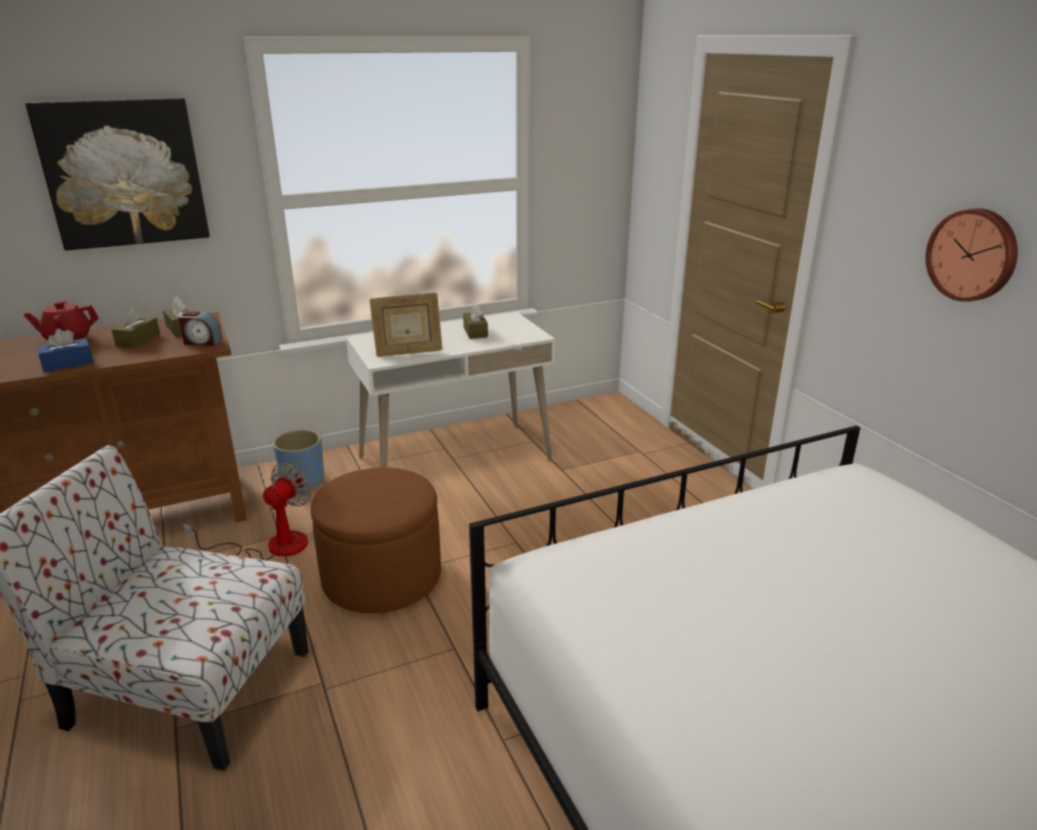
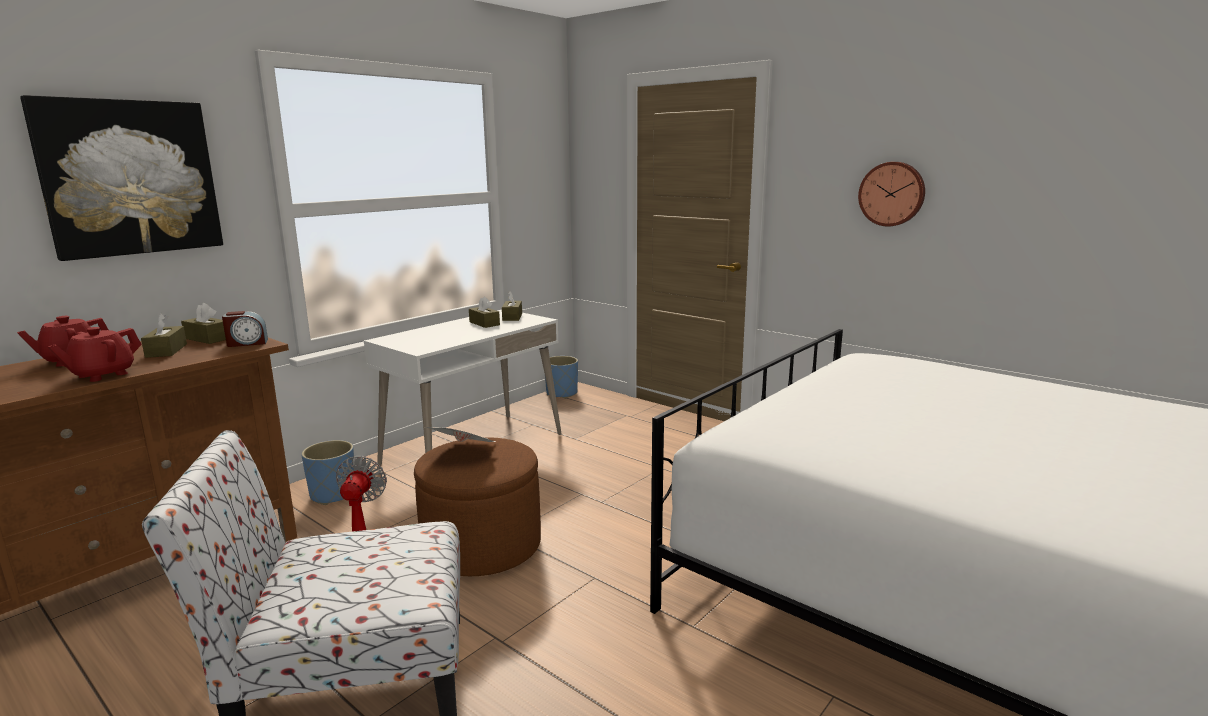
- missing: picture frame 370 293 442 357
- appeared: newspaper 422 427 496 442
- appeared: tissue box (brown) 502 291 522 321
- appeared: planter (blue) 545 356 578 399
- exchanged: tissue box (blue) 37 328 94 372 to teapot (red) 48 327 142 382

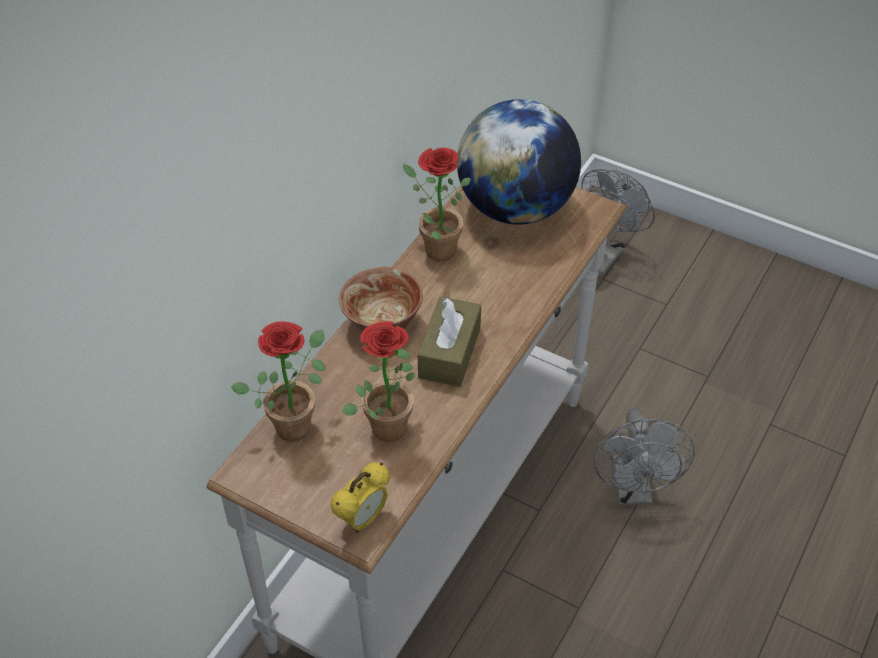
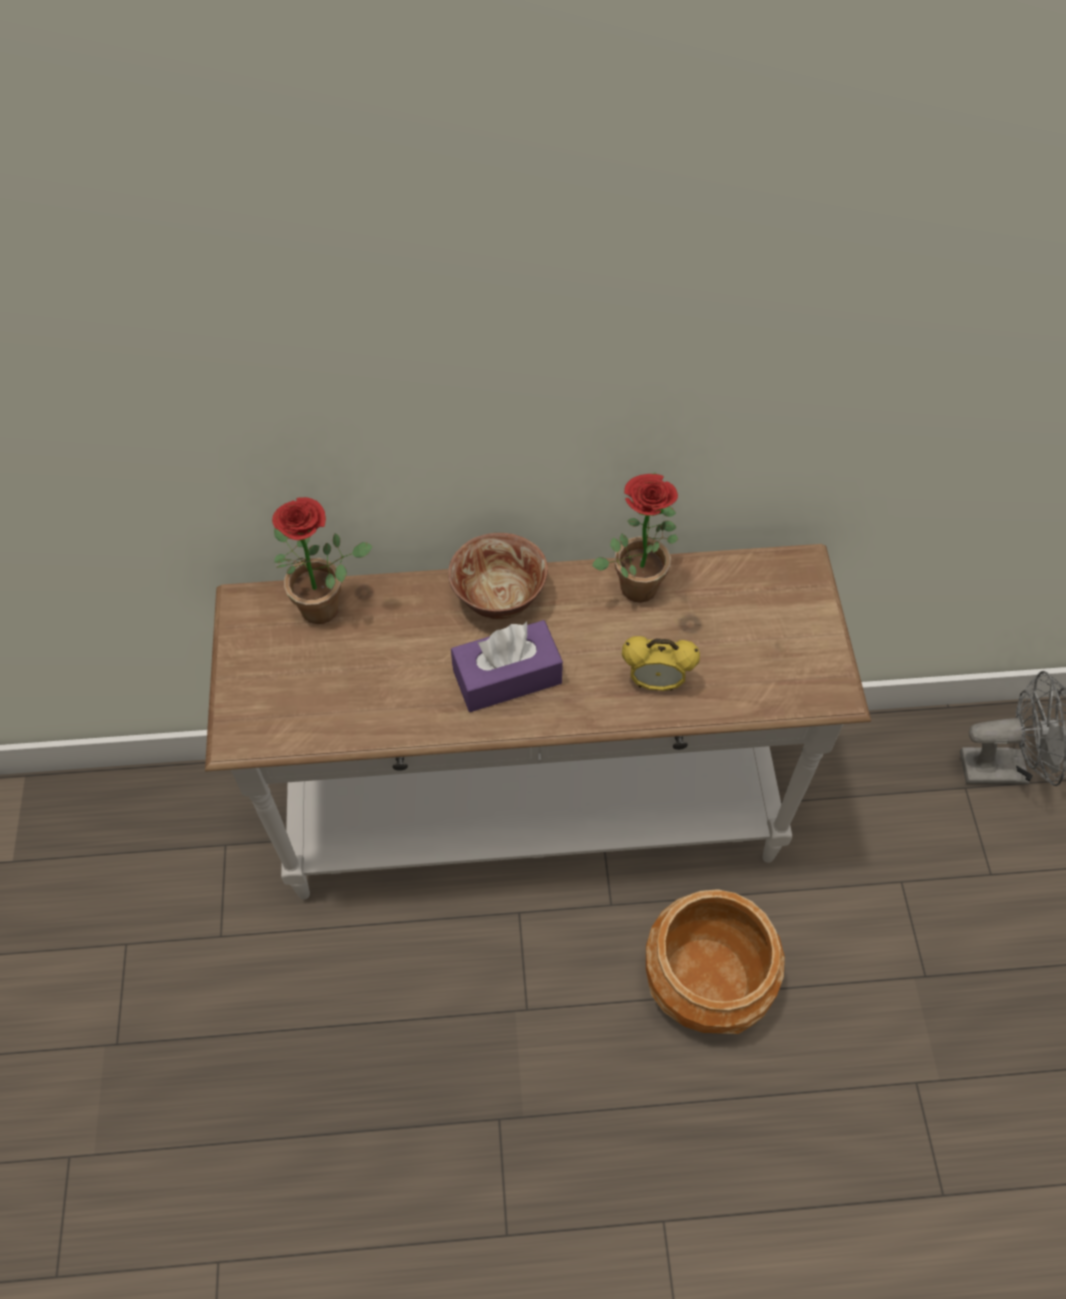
- missing: potted plant 342 321 416 442
- missing: globe 457 99 581 225
- relocated: alarm clock 330 462 390 533 to 622 636 700 691
- exchanged: fan (grey) 594 408 695 505 to planter (brown) 646 889 785 1034
- colour: tissue box (brown) 418 296 481 387 to tissue box (purple) 451 620 563 712

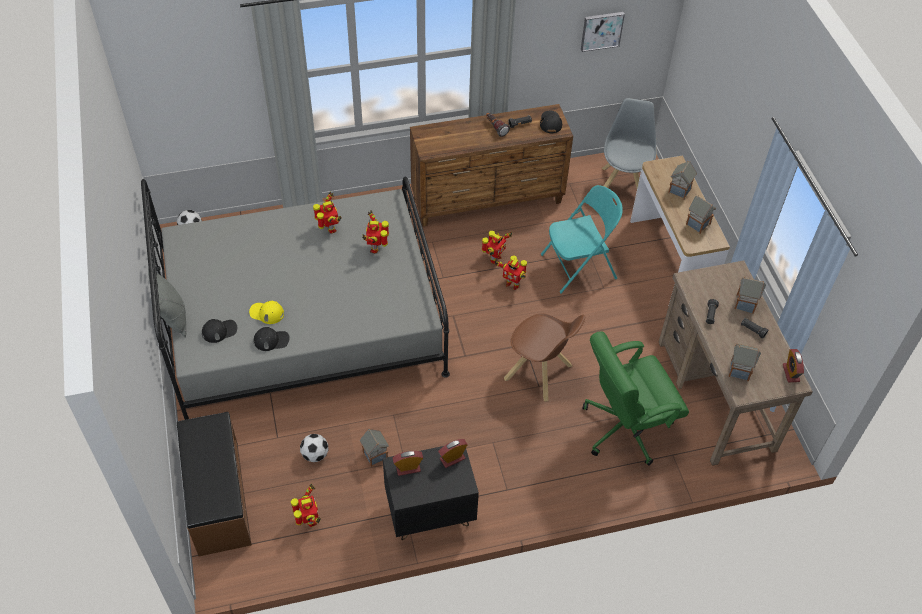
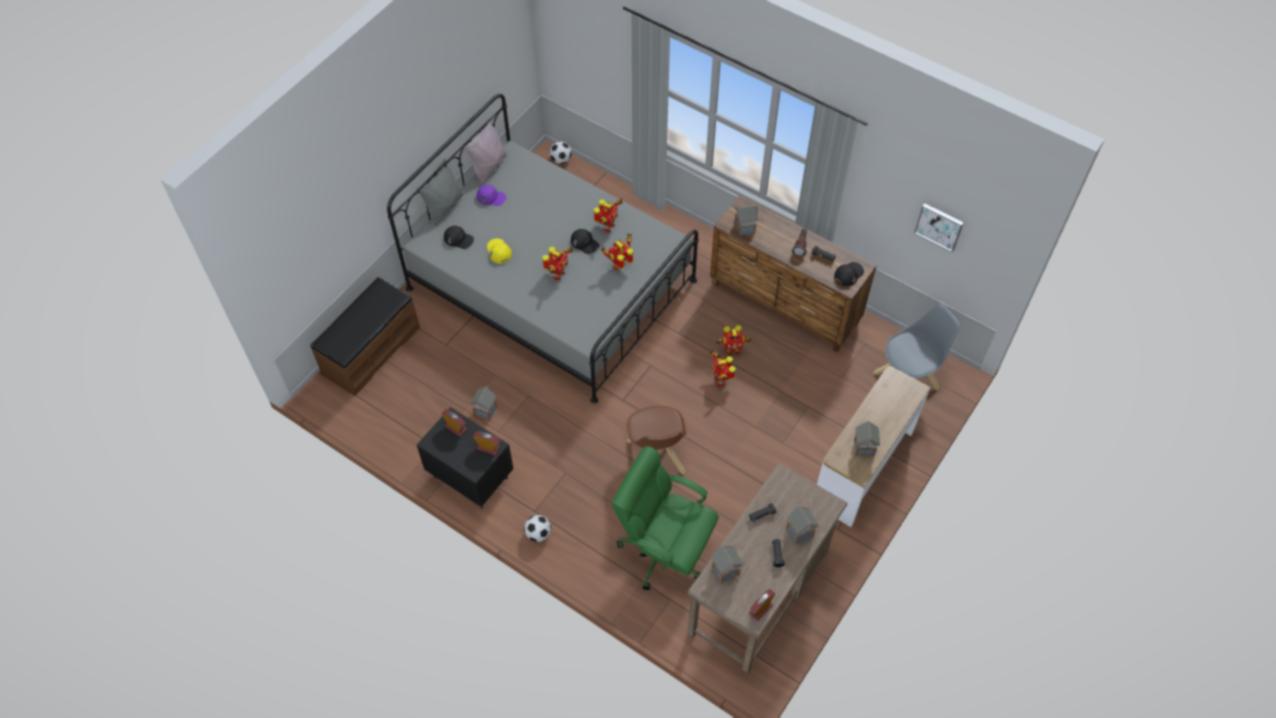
- missing: chair (turquoise) 541 185 623 294
- appeared: pillow (purple) 464 118 507 184
- appeared: cap (purple) 476 185 507 206
- relocated: cap (black) 253 327 290 351 to 571 229 599 254
- relocated: toy robot 291 484 321 527 to 542 247 573 280
- relocated: football 300 434 328 462 to 524 515 551 542
- relocated: toy house 668 161 697 199 to 734 204 758 236

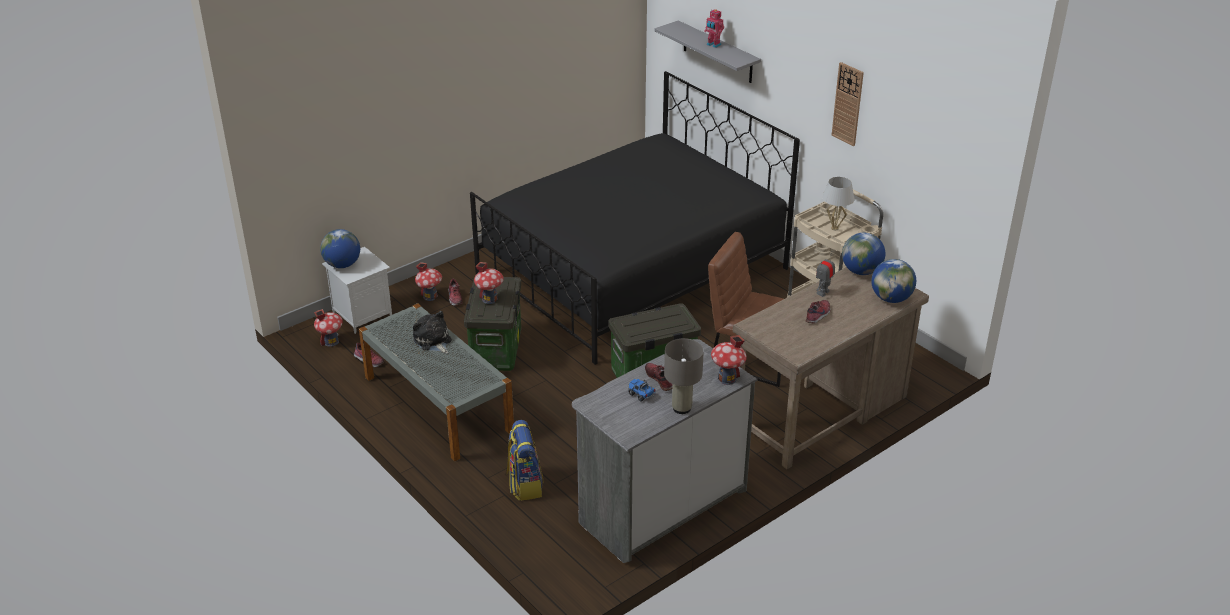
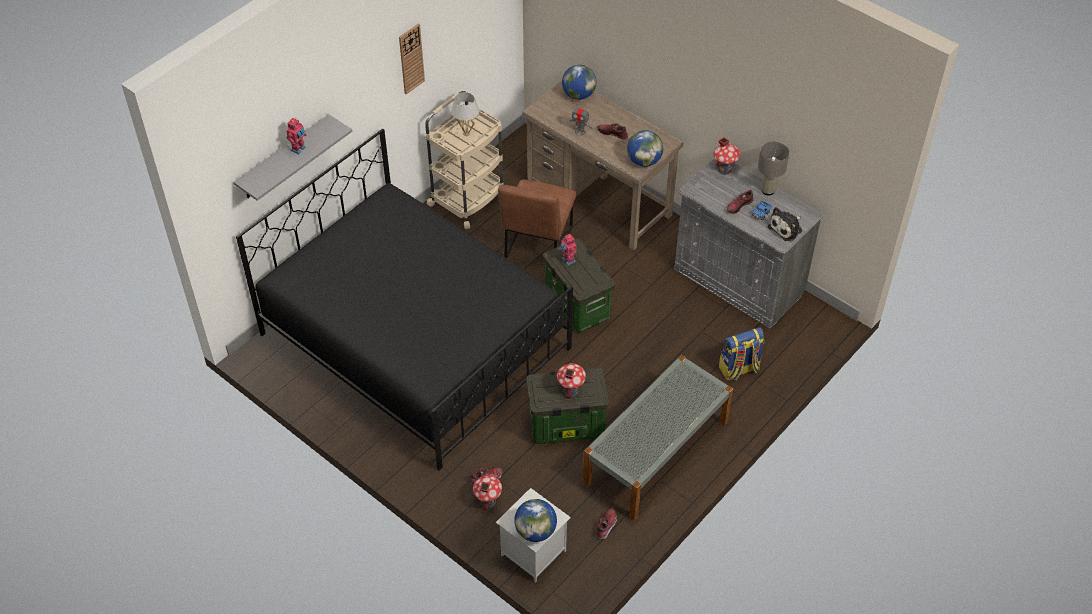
- missing: toy house 314 309 343 347
- appeared: toy robot 560 234 577 266
- relocated: plush toy 413 311 452 353 to 768 207 802 241
- relocated: globe 842 233 885 275 to 627 130 663 167

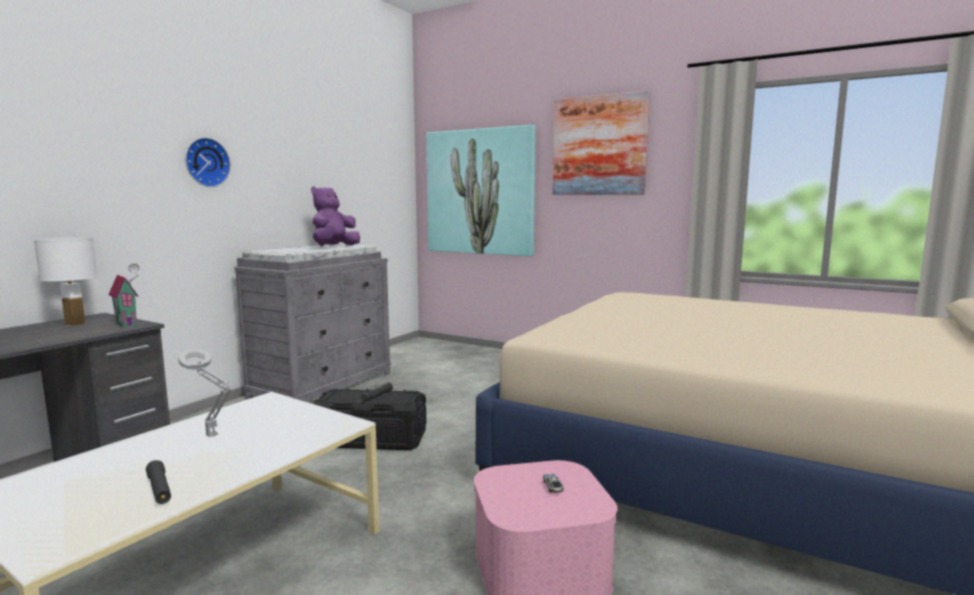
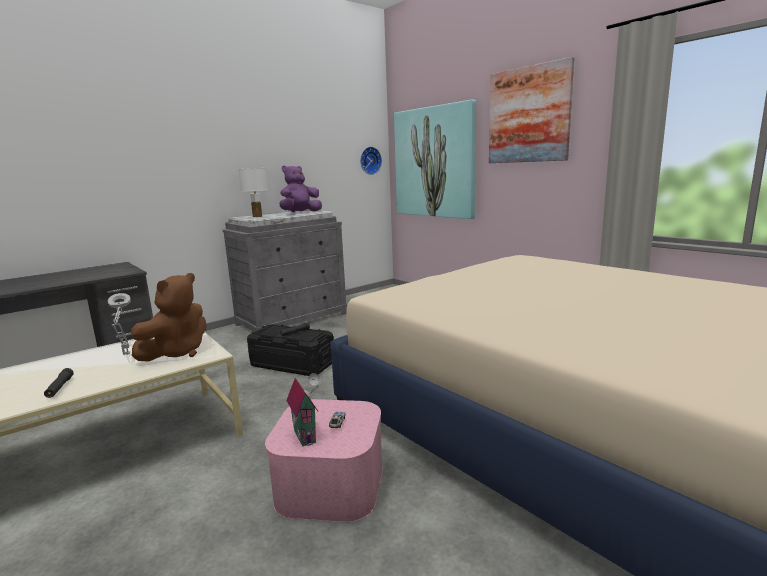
- appeared: plush toy (brown) 131 273 207 362
- relocated: table lamp (white) 34 237 98 326 to 239 168 268 217
- relocated: toy house 108 263 140 327 to 286 373 320 446
- relocated: wall clock 185 137 231 187 to 360 147 382 175

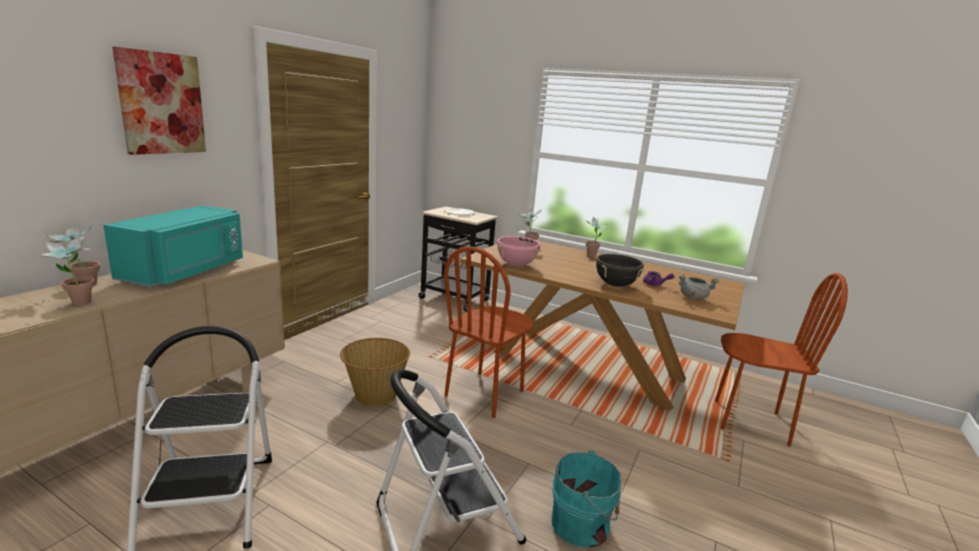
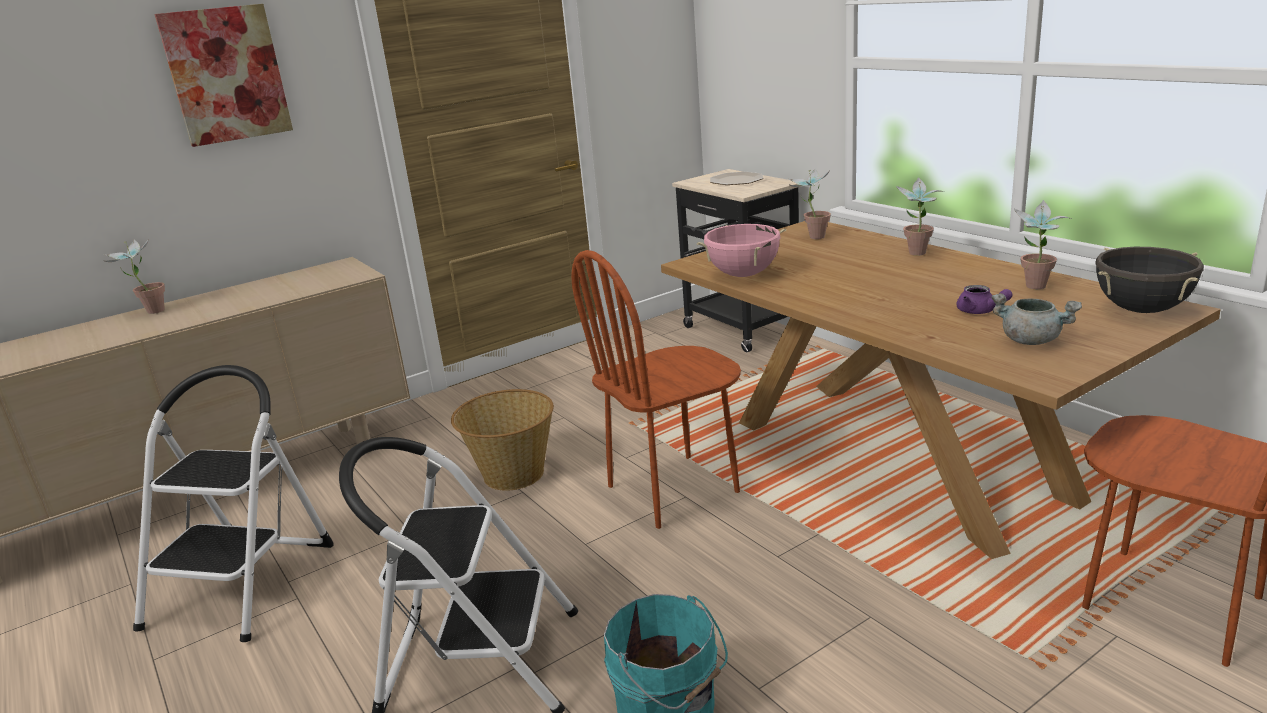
- missing: microwave (turquoise) 103 205 243 287
- relocated: potted plant 40 235 94 305 to 1014 200 1072 289
- relocated: cooking pot (black) 596 254 646 287 to 1095 247 1204 313

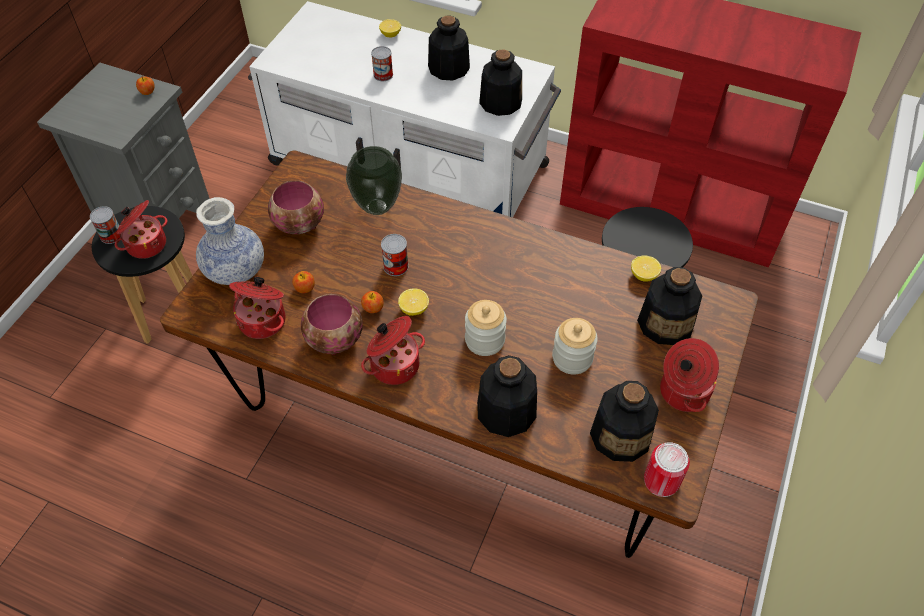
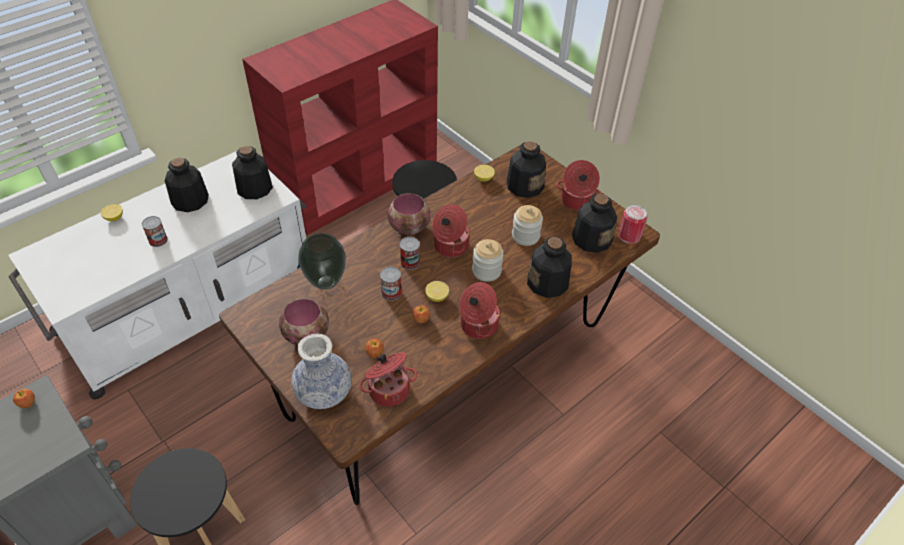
- relocated: can 90 206 120 244 to 400 237 420 270
- relocated: cooking pot 115 200 167 259 to 432 204 470 257
- relocated: bowl 301 294 363 355 to 388 193 430 235

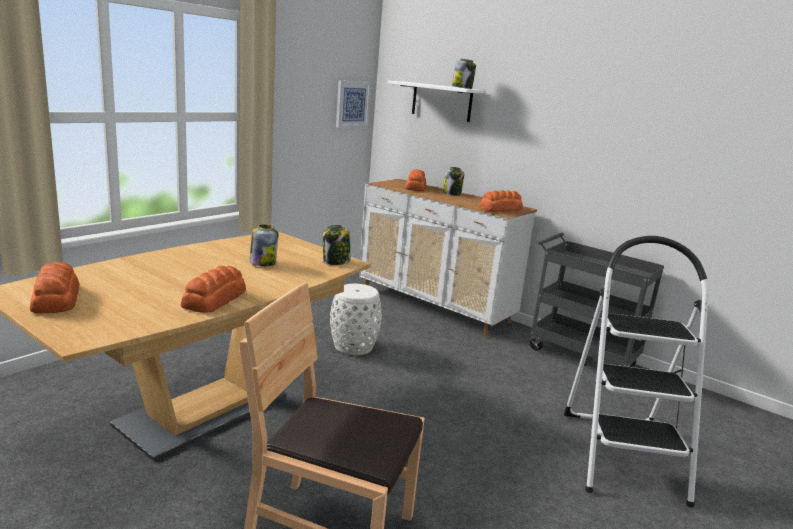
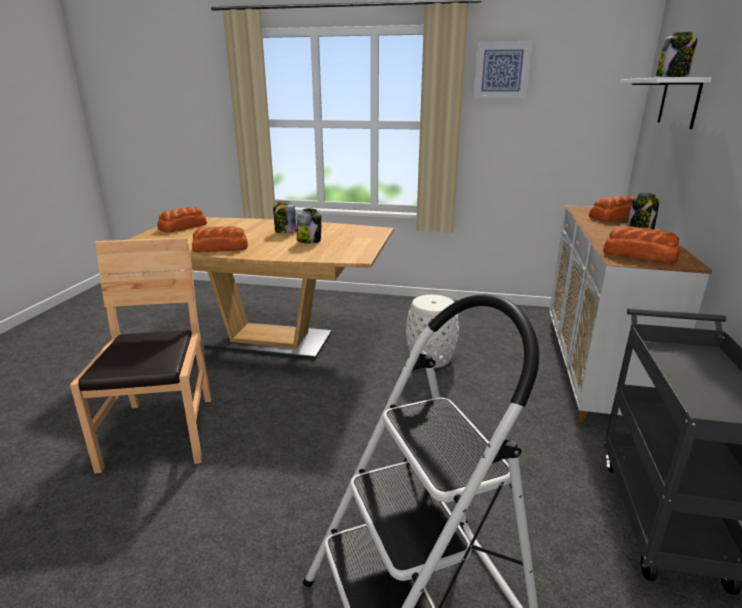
- relocated: jar 323 225 351 265 to 273 201 297 233
- relocated: picture 336 81 371 128 to 474 41 532 99

